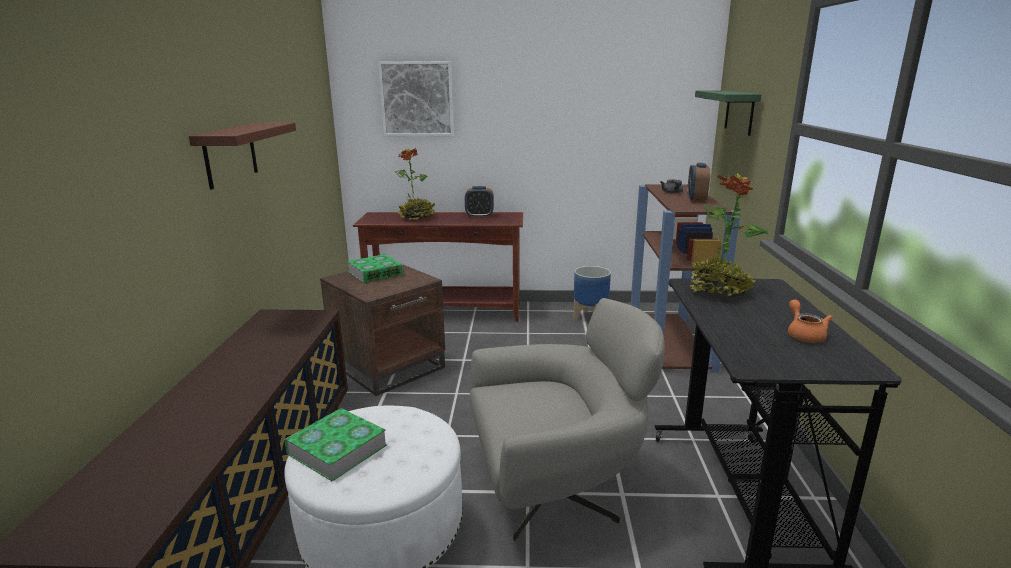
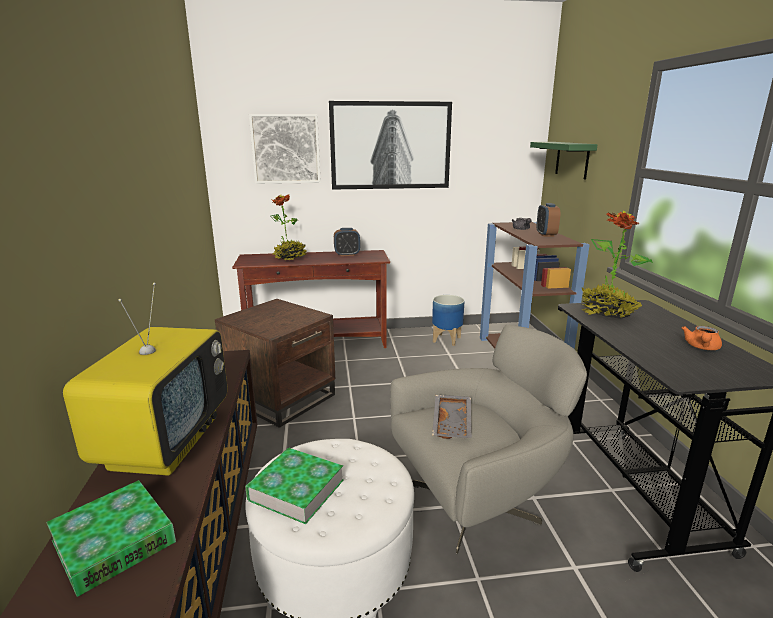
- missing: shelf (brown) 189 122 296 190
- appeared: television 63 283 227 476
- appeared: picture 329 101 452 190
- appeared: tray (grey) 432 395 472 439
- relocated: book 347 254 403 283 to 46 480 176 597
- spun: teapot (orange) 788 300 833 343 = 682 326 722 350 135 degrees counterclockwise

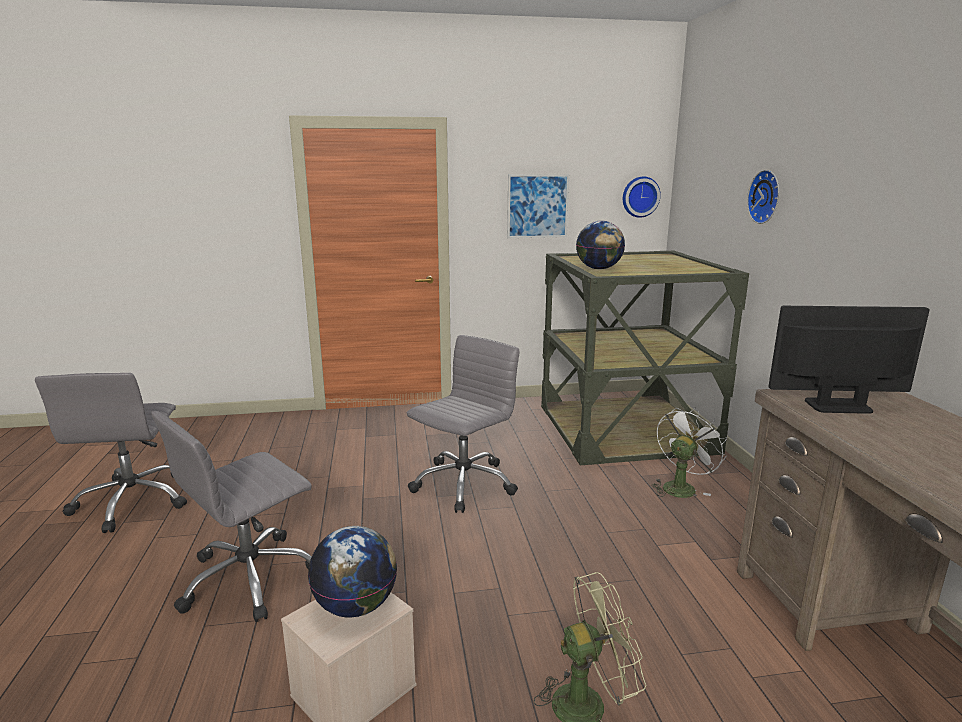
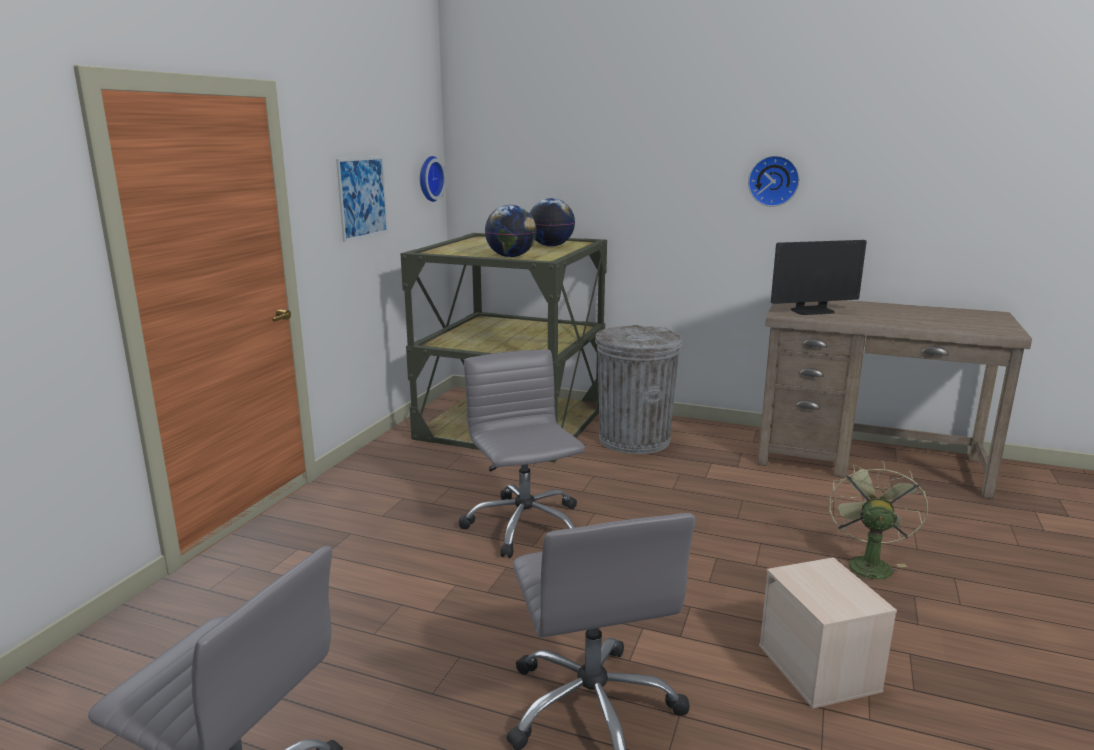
- relocated: globe 308 526 397 617 to 530 198 575 247
- relocated: wall clock 747 170 779 224 to 748 155 800 207
- exchanged: fan (white) 652 407 727 498 to trash can (grey) 595 325 683 454
- spun: monitor 768 306 930 414 = 771 240 867 315 135 degrees counterclockwise

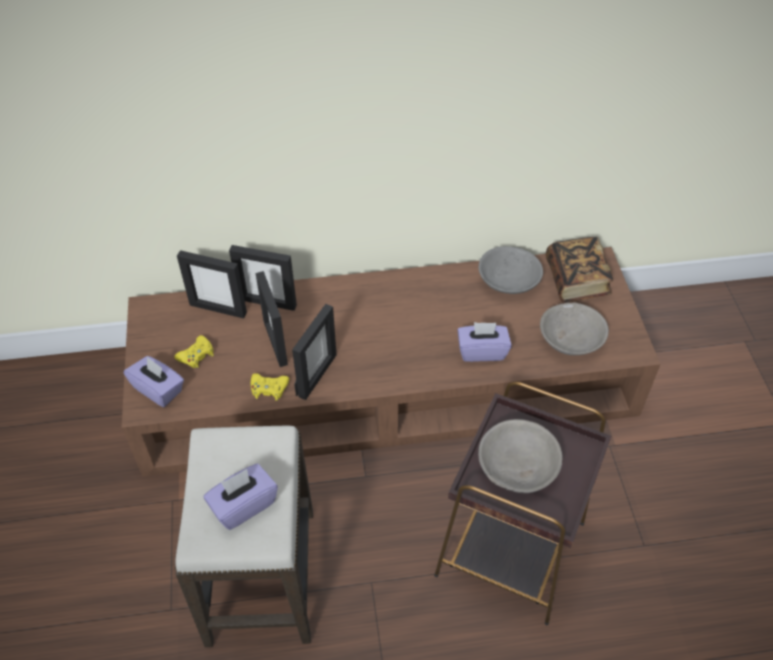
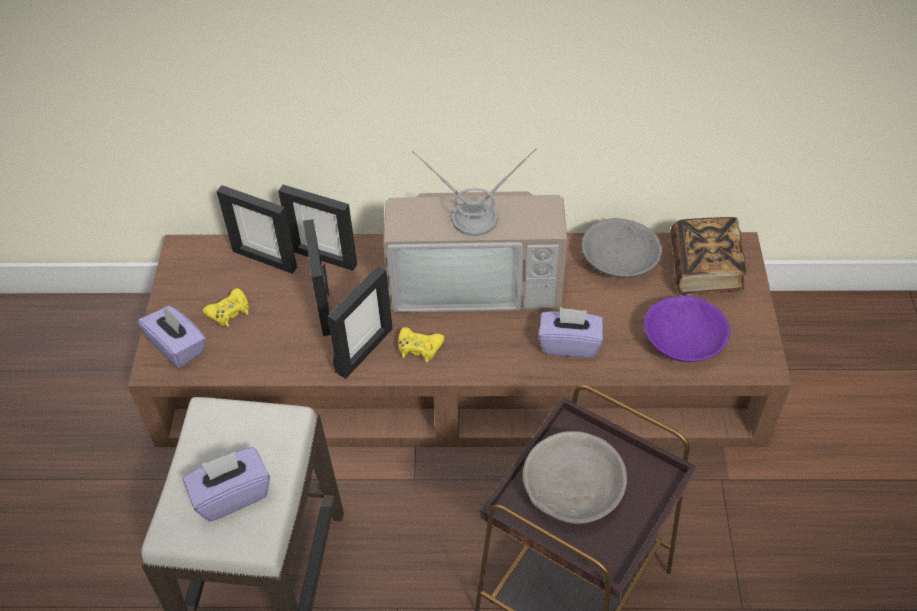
- appeared: television 383 148 567 312
- relocated: game controller (yellow) 251 373 289 401 to 398 327 444 362
- colour: bowl (grey) 540 303 609 355 to bowl (purple) 644 296 730 362

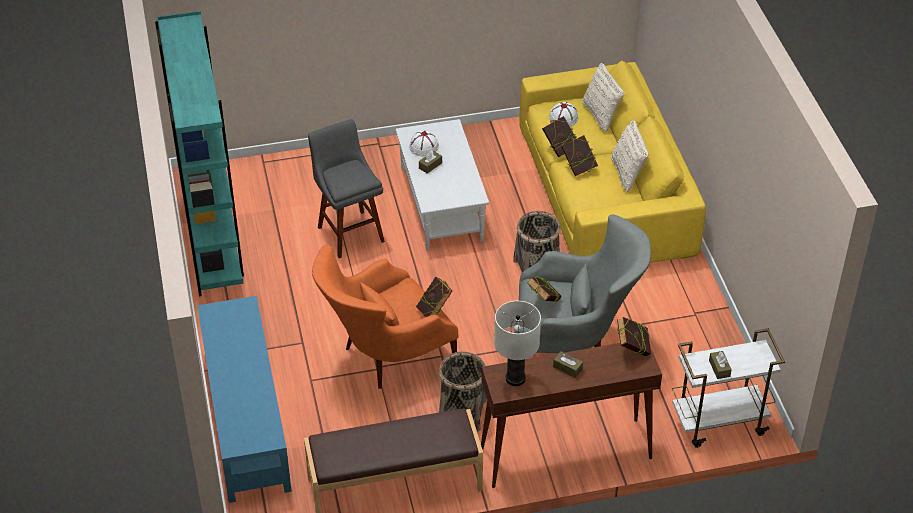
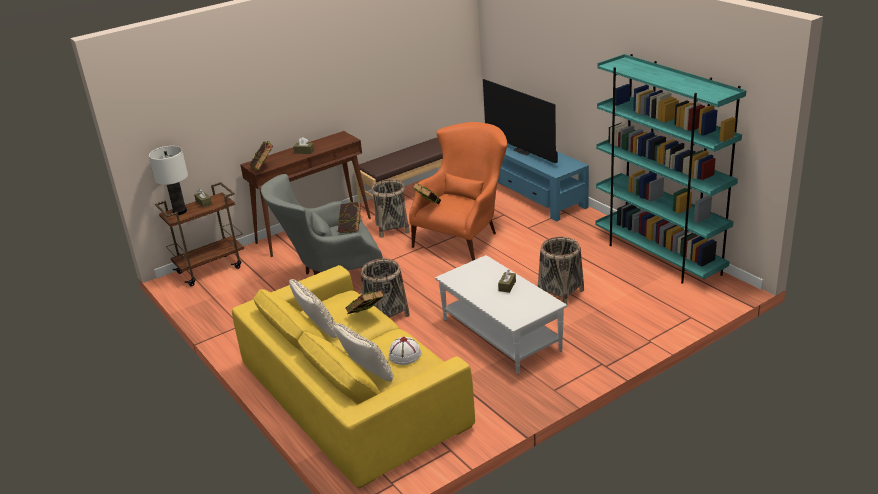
- missing: hat (white) 409 131 439 157
- missing: book 542 116 577 157
- appeared: television 483 79 558 163
- relocated: table lamp (white) 494 301 541 386 to 149 146 188 215
- exchanged: stool (grey) 308 119 385 258 to basket 538 237 584 305
- colour: cart (white) 672 328 785 448 to cart (brown) 155 182 244 287

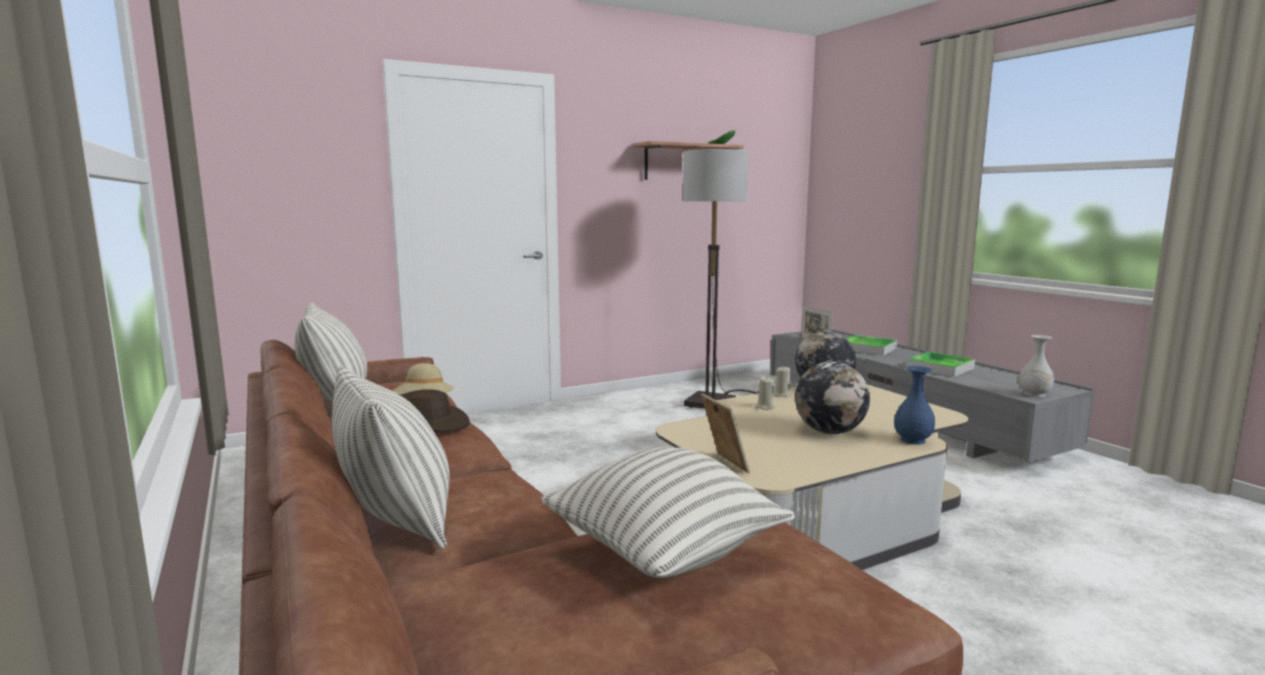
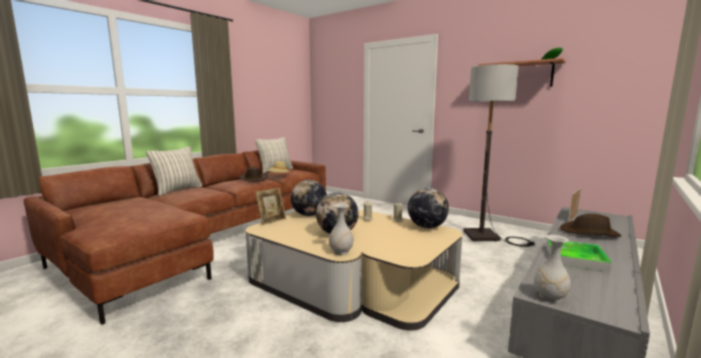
- missing: pillow 541 447 795 578
- appeared: globe 291 180 327 216
- exchanged: tray 847 335 897 356 to hat (brown) 560 214 622 237
- colour: vase (blue) 894 366 935 445 to vase (white) 329 204 354 255

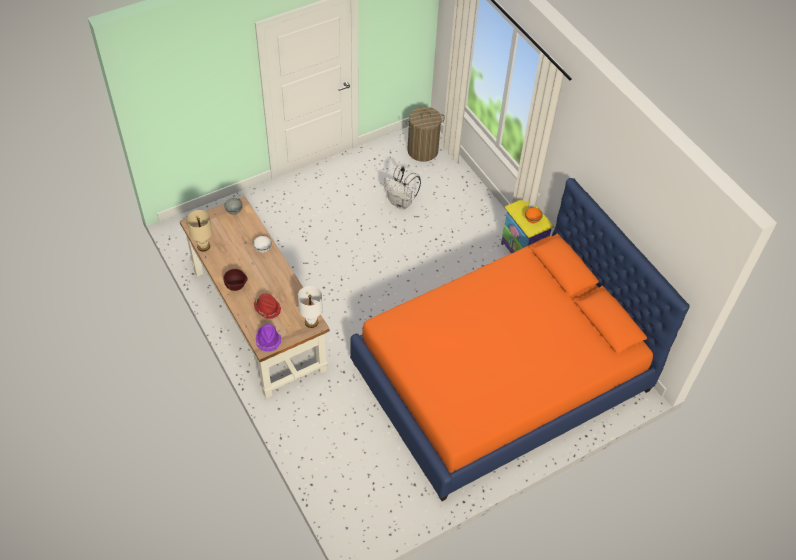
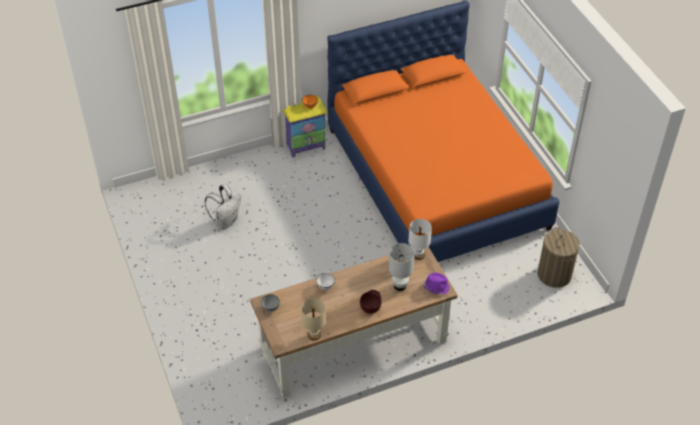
- relocated: laundry basket 406 106 445 162 to 537 227 580 288
- exchanged: hat (red) 254 293 281 319 to table lamp (white) 389 243 415 291

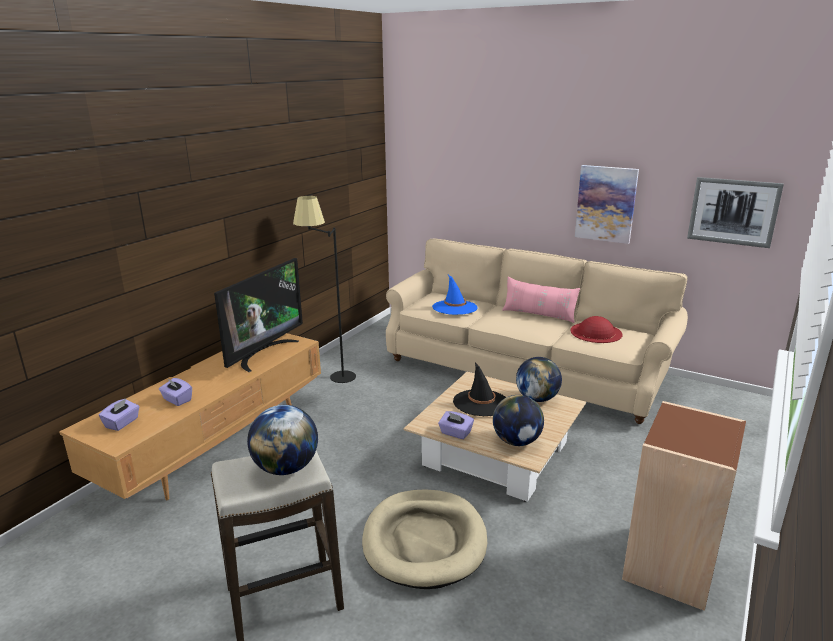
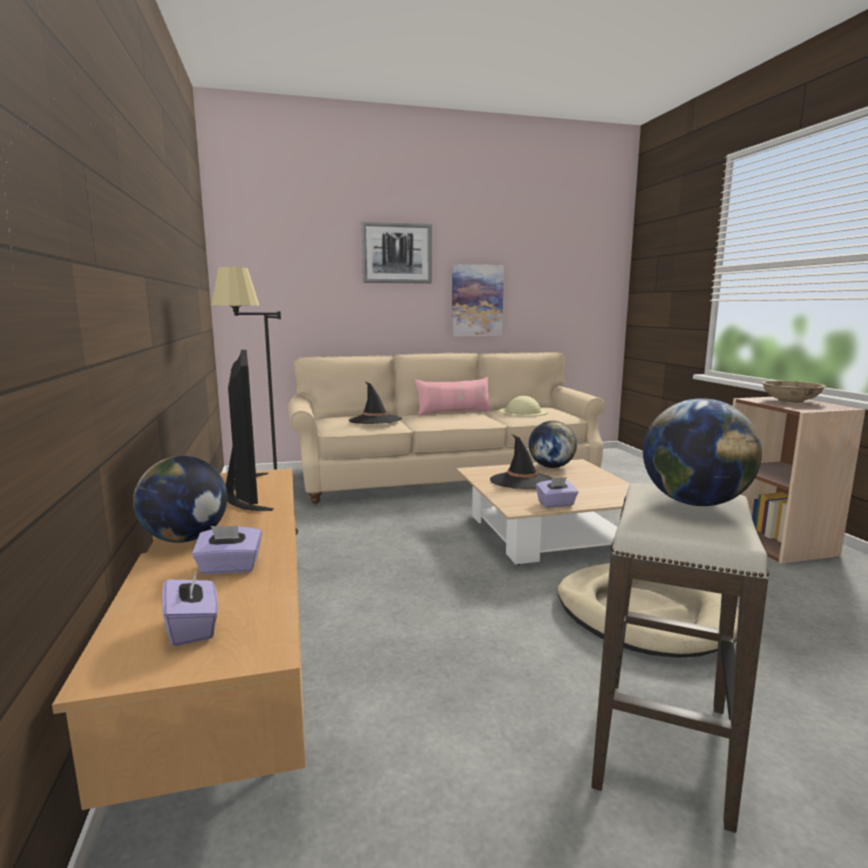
- appeared: bowl (beige) 761 381 826 403
- relocated: globe 493 395 544 446 to 133 456 228 543
- relocated: picture 687 177 784 248 to 362 221 432 284
- colour: hat (blue) 432 275 478 315 to hat (black) 349 382 402 424
- colour: hat (red) 570 316 622 343 to hat (beige) 499 396 548 416

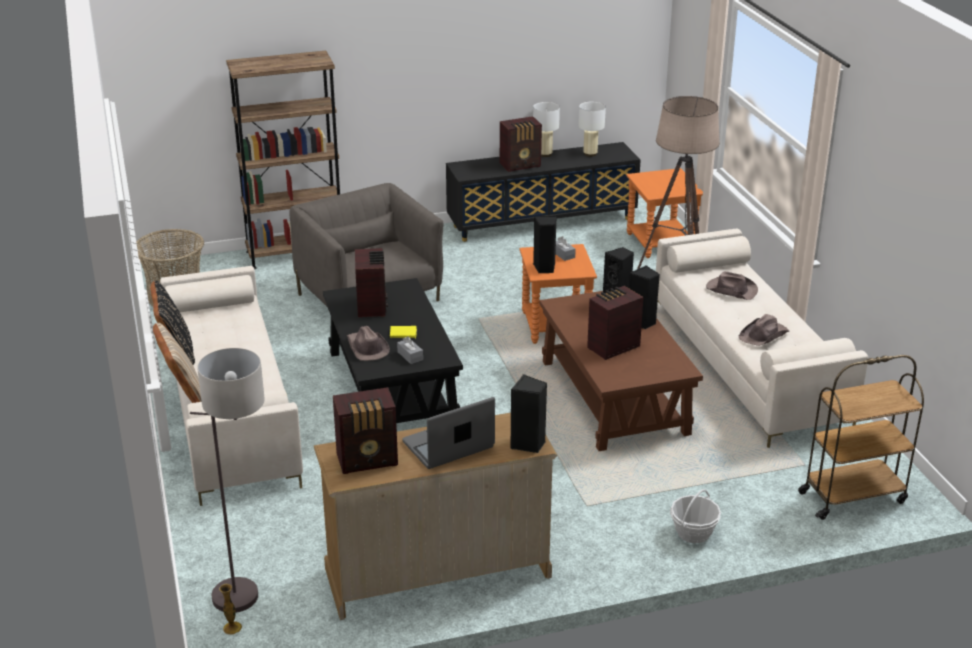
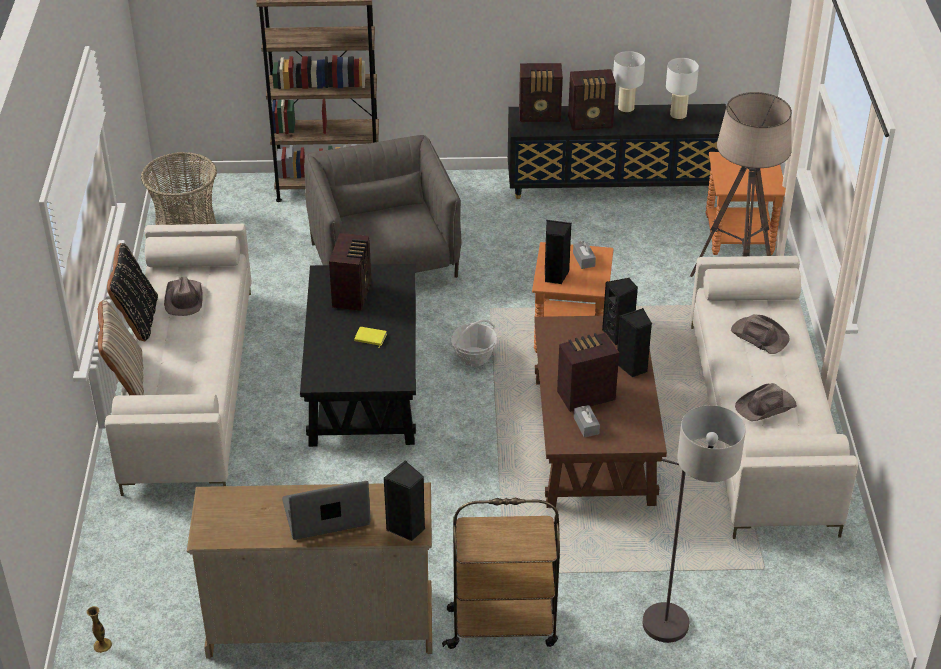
- relocated: floor lamp (grey) 190 348 264 613 to 643 405 746 643
- relocated: radio 333 387 398 474 to 519 63 563 122
- relocated: hat (brown) 347 326 390 361 to 164 277 203 316
- relocated: tissue box (grey) 397 336 423 364 to 574 405 600 438
- relocated: basket 670 489 721 543 to 451 320 497 367
- relocated: cart (brown) 798 355 924 520 to 442 498 560 649

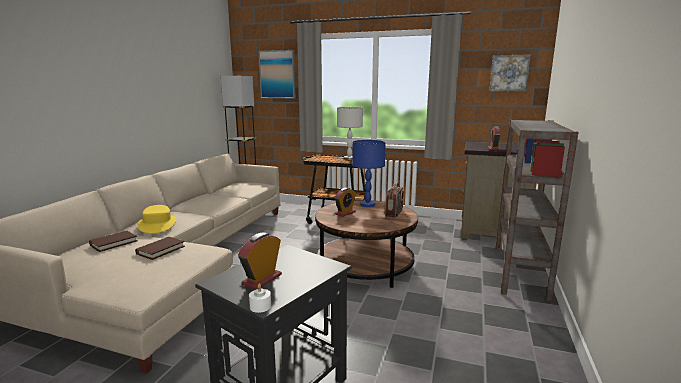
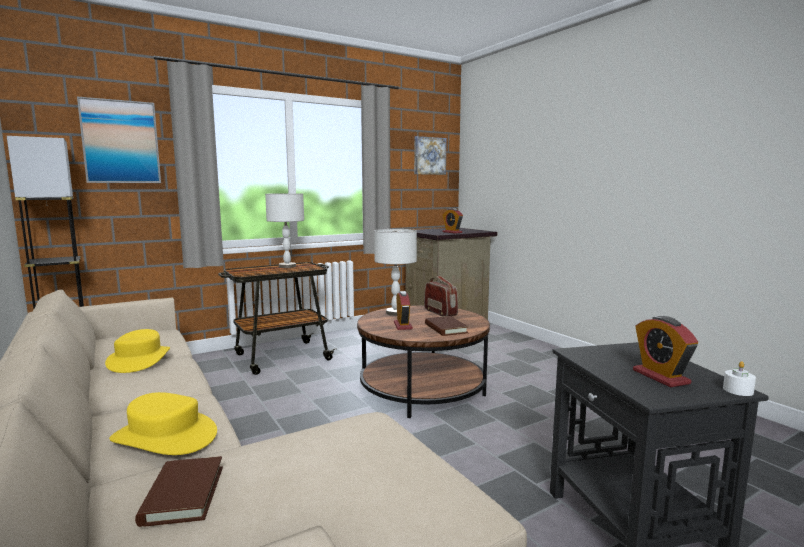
- missing: bookcase (grey) 496 119 579 302
- appeared: hat (yellow) 105 329 170 373
- relocated: book (brown) 135 237 185 260 to 425 316 469 336
- colour: table lamp (blue) 352 140 386 207 to table lamp (grey) 374 229 417 316

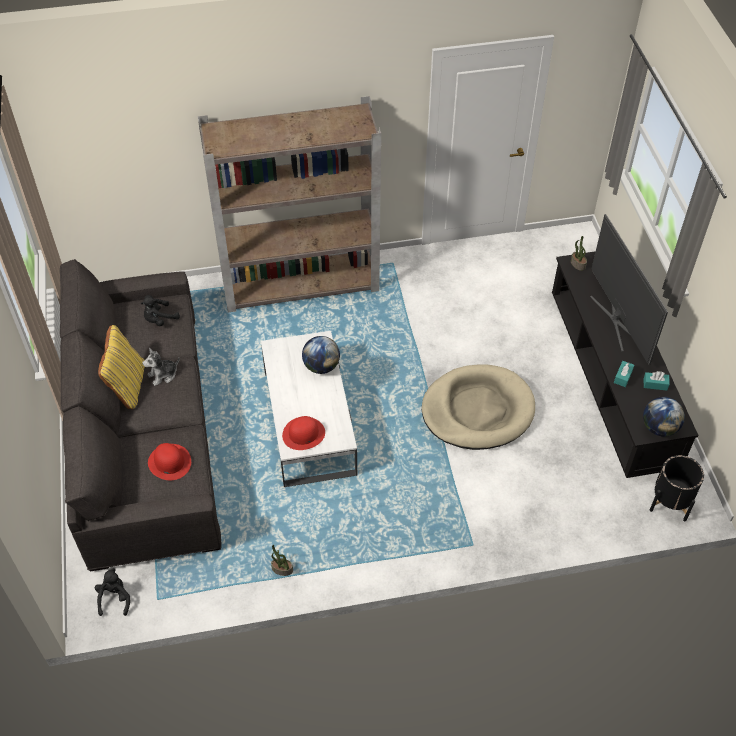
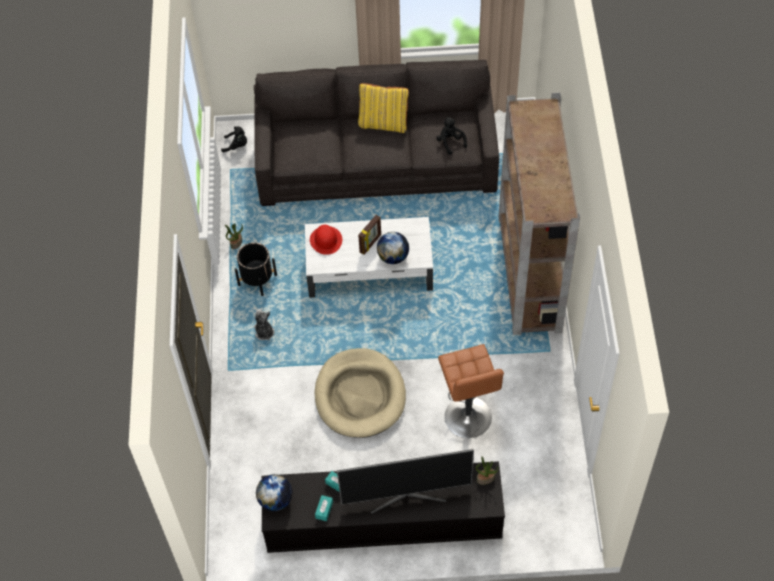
- missing: hat (red) 148 443 191 480
- appeared: picture frame 358 215 381 255
- appeared: stool (brown) 438 344 504 438
- relocated: plush toy 142 348 179 386 to 254 309 274 341
- relocated: planter (black) 650 455 704 522 to 235 242 277 296

